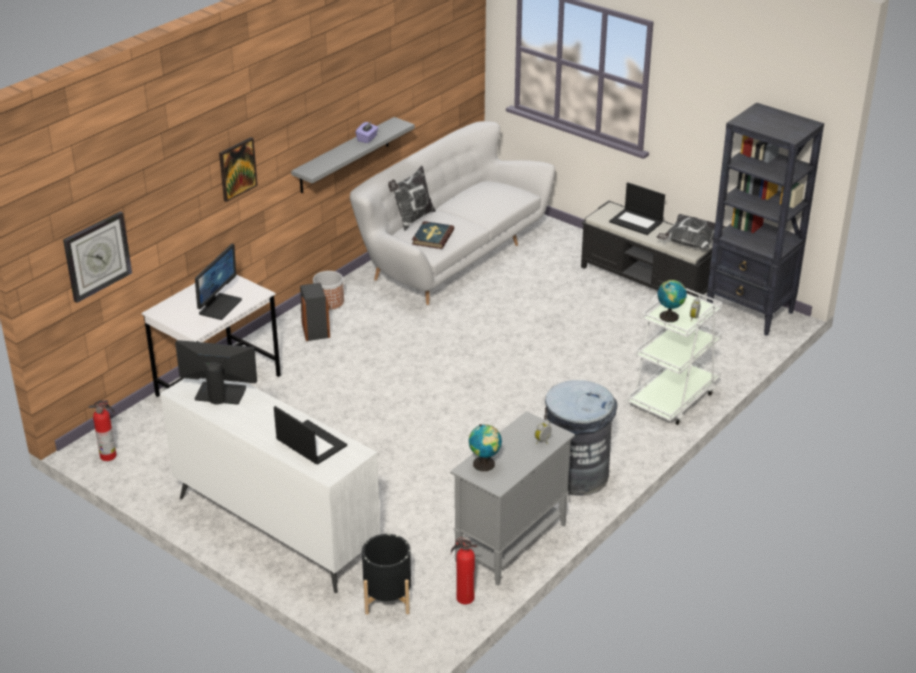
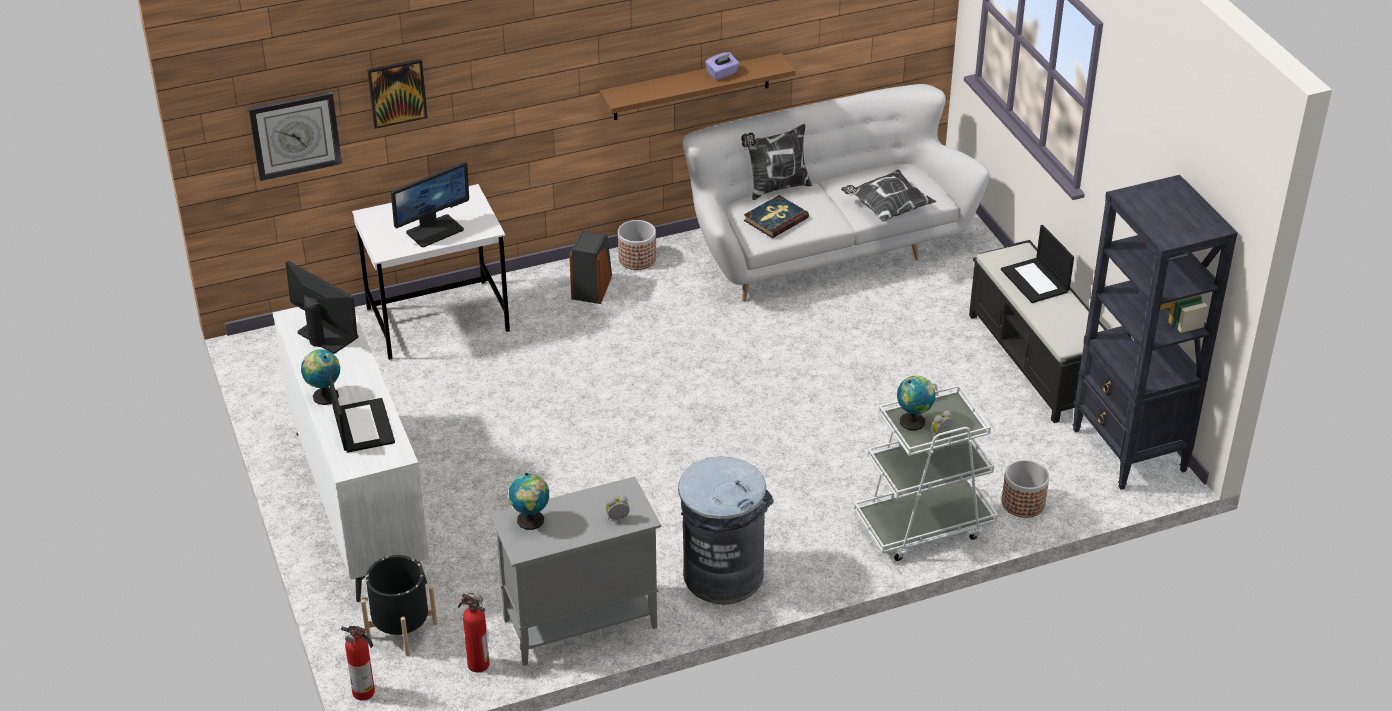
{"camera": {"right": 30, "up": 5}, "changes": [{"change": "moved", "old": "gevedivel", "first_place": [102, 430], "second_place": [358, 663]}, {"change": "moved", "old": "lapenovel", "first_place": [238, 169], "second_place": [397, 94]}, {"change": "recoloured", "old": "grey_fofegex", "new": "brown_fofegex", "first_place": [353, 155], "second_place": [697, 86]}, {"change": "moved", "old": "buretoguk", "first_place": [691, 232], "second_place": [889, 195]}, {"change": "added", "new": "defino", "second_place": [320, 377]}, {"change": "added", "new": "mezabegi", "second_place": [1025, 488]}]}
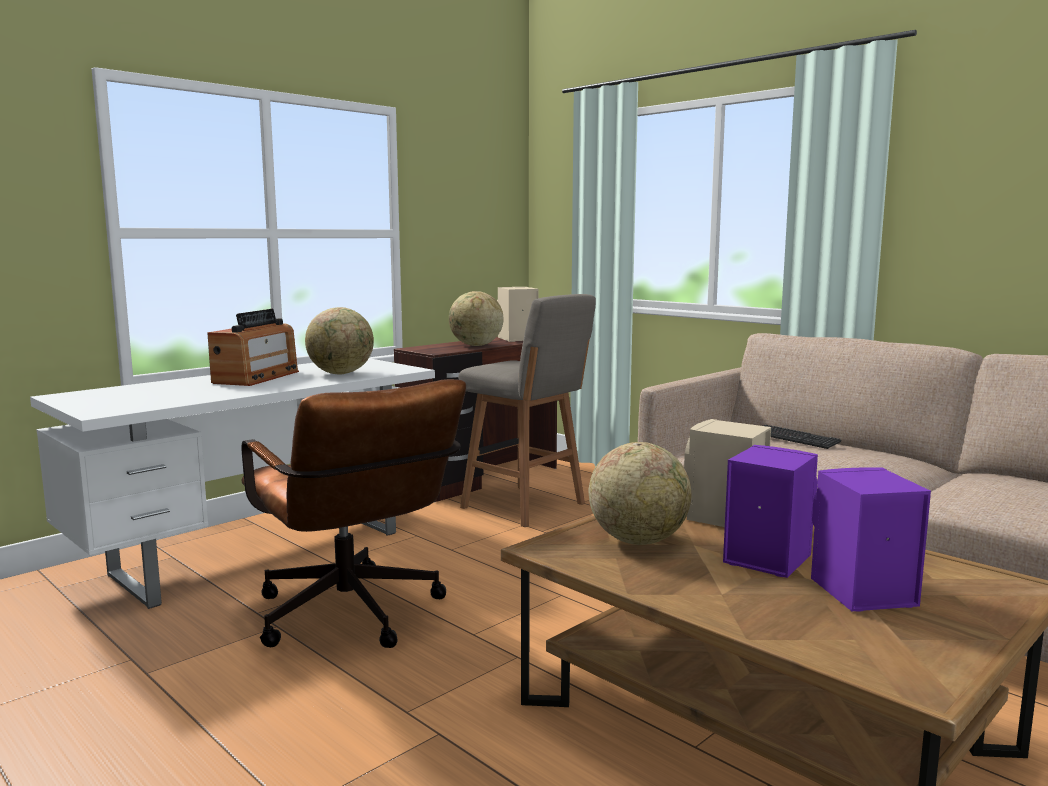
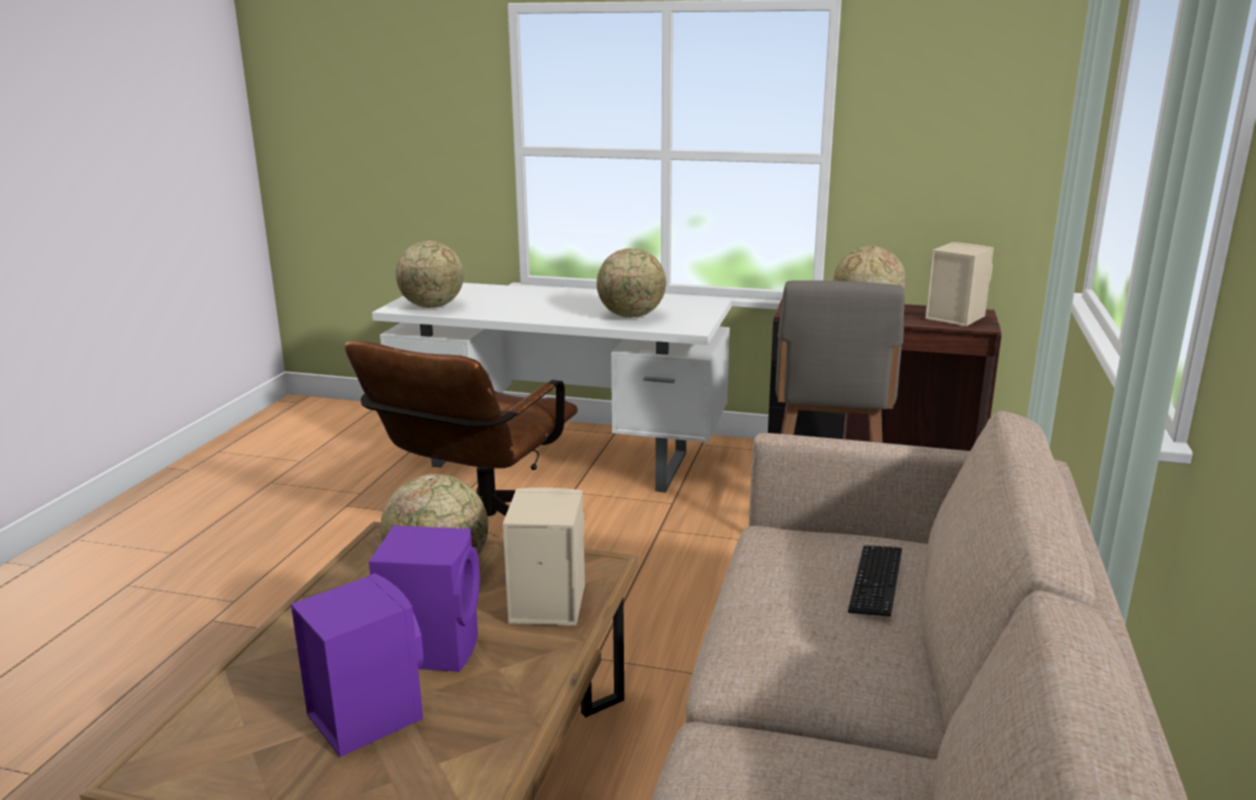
{"camera": {"right": 60, "up": 10}, "changes": [{"change": "removed", "old": "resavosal", "first_place": [253, 347]}, {"change": "added", "new": "defino", "second_place": [430, 274]}]}
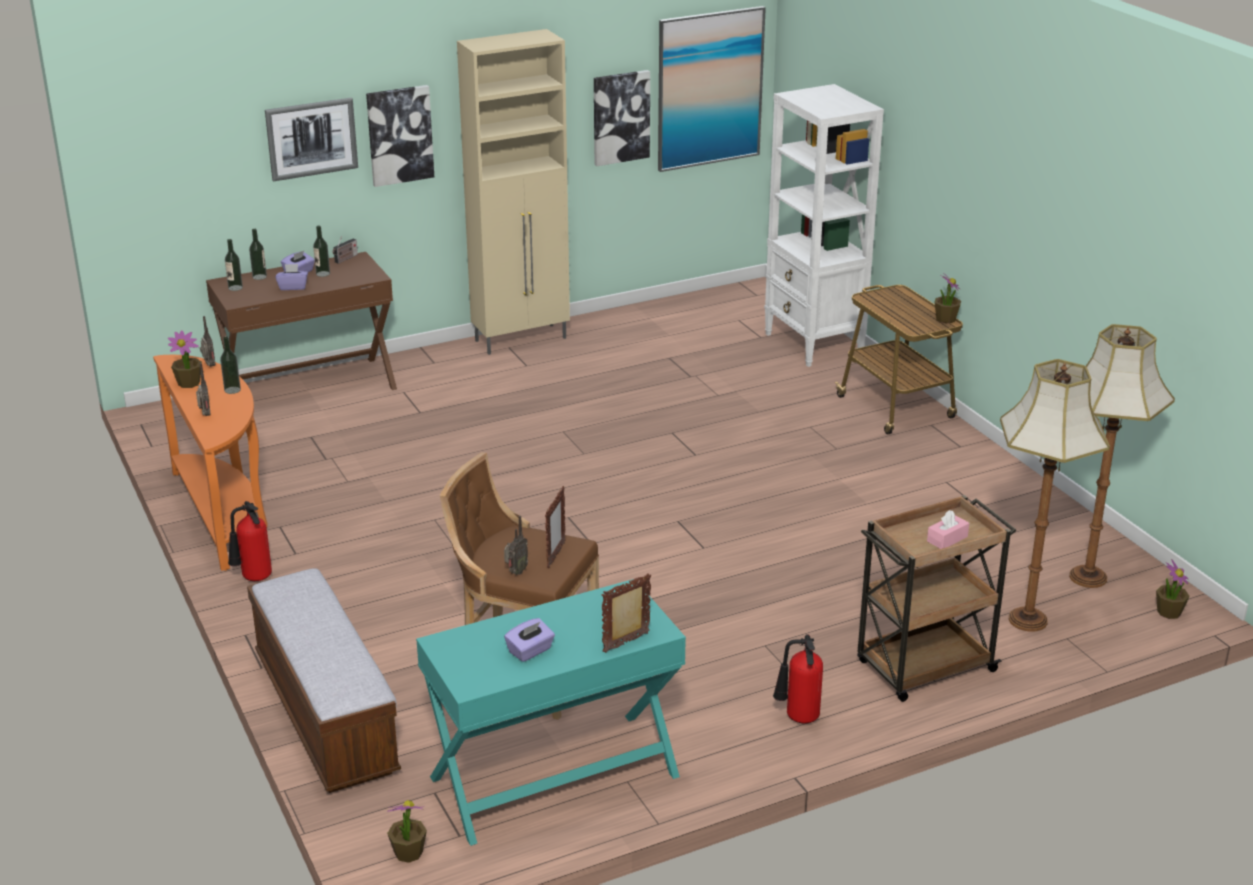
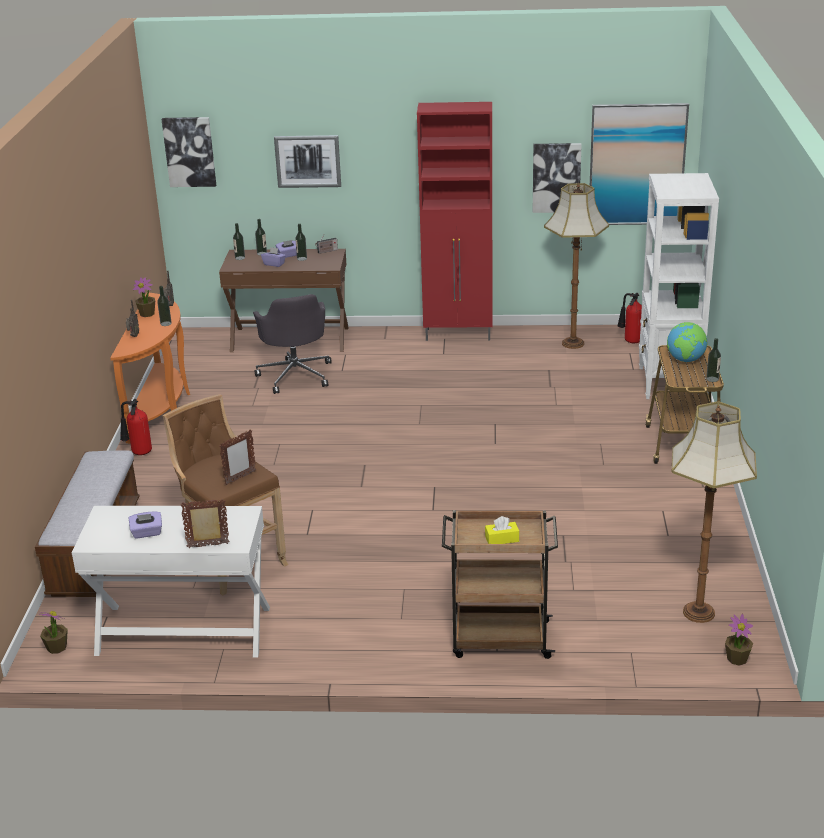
{"camera": {"right": 30, "up": 0}, "changes": [{"change": "moved", "old": "lapenovel", "first_place": [400, 136], "second_place": [188, 152]}, {"change": "recoloured", "old": "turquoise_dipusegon", "new": "white_dipusegon", "first_place": [551, 712], "second_place": [171, 582]}, {"change": "recoloured", "old": "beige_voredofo", "new": "red_voredofo", "first_place": [513, 192], "second_place": [454, 221]}, {"change": "removed", "old": "resavosal", "first_place": [516, 545]}, {"change": "moved", "old": "gevedivel", "first_place": [798, 679], "second_place": [629, 318]}, {"change": "recoloured", "old": "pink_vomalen", "new": "yellow_vomalen", "first_place": [948, 529], "second_place": [502, 530]}, {"change": "replaced", "old": "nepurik", "new": "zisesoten", "first_place": [947, 298], "second_place": [713, 360]}, {"change": "moved", "old": "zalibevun", "first_place": [1055, 495], "second_place": [576, 266]}, {"change": "added", "new": "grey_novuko", "second_place": [292, 344]}, {"change": "added", "new": "defino", "second_place": [687, 342]}]}
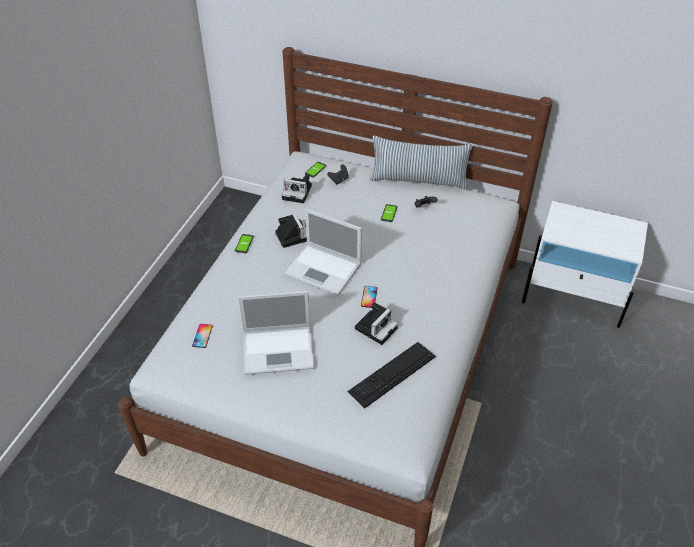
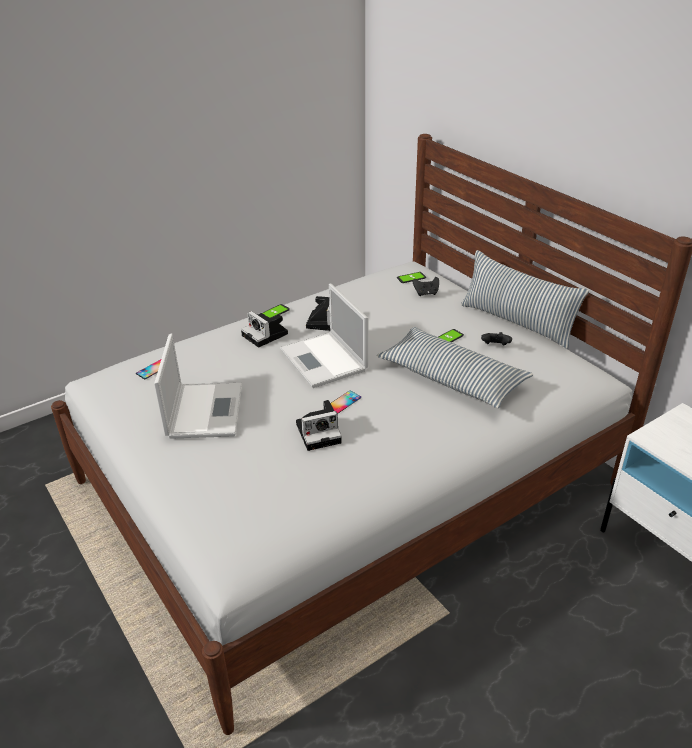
{"camera": {"right": 35, "up": -10}, "changes": [{"change": "turned", "old": "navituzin", "first_place": [276, 332], "second_place": [198, 386], "degrees": -120}, {"change": "moved", "old": "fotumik", "first_place": [297, 188], "second_place": [264, 329]}, {"change": "removed", "old": "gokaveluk", "first_place": [391, 375]}, {"change": "added", "new": "buretoguk", "second_place": [455, 367]}]}
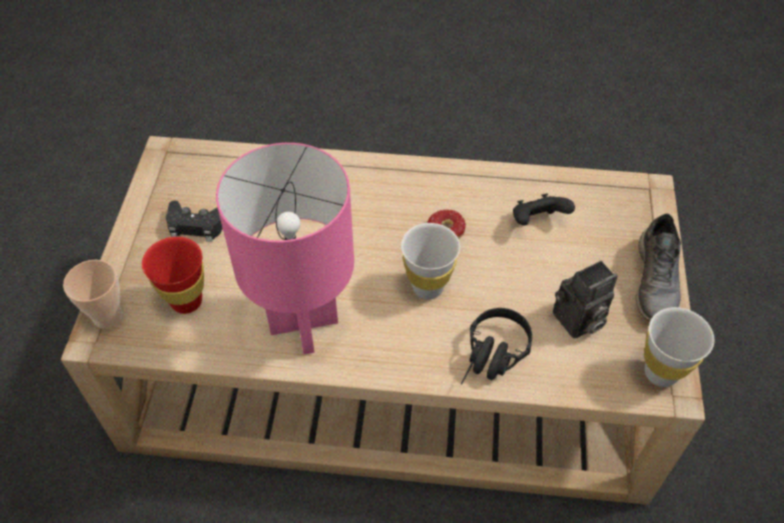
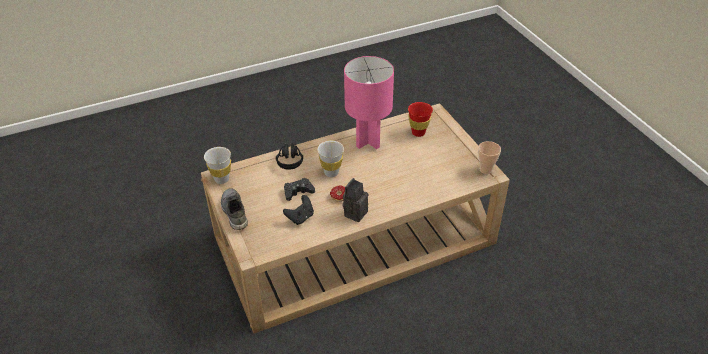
{"camera": {"right": 150, "up": -10}, "changes": [{"change": "moved", "old": "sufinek", "first_place": [92, 294], "second_place": [489, 157]}, {"change": "moved", "old": "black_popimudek", "first_place": [194, 221], "second_place": [299, 189]}, {"change": "moved", "old": "fotumik", "first_place": [585, 300], "second_place": [355, 200]}]}
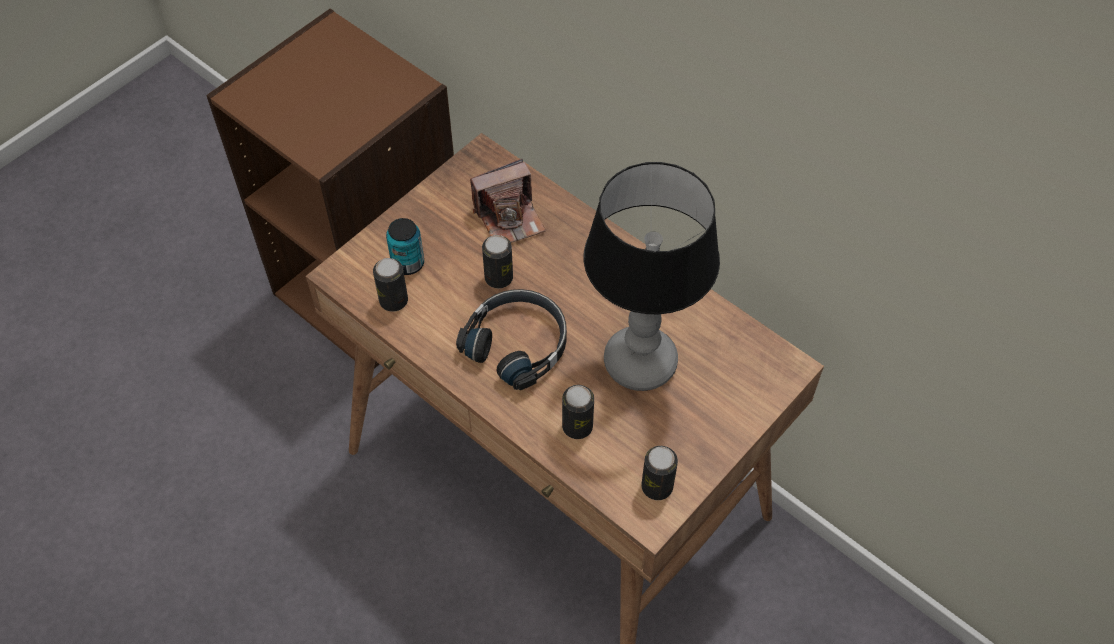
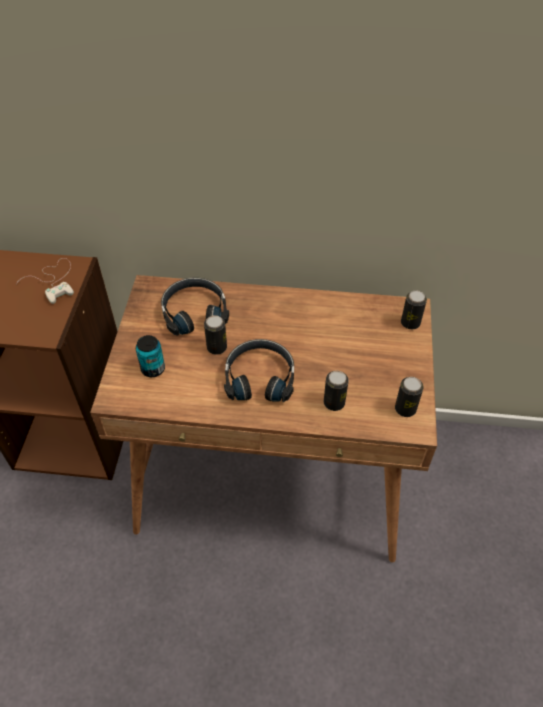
{"camera": {"right": -35, "up": -5}, "changes": [{"change": "moved", "old": "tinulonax", "first_place": [390, 285], "second_place": [414, 310]}, {"change": "replaced", "old": "fotumik", "new": "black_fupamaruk", "first_place": [508, 201], "second_place": [195, 307]}, {"change": "removed", "old": "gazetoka", "first_place": [652, 276]}, {"change": "added", "new": "white_popimudek", "second_place": [45, 281]}]}
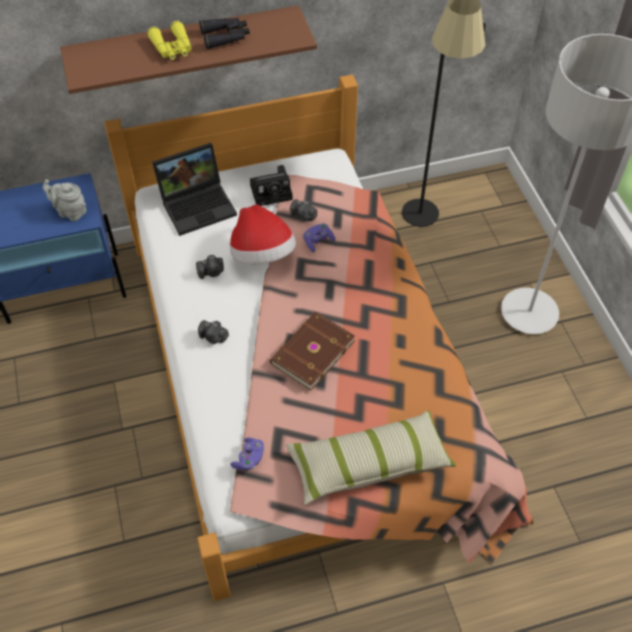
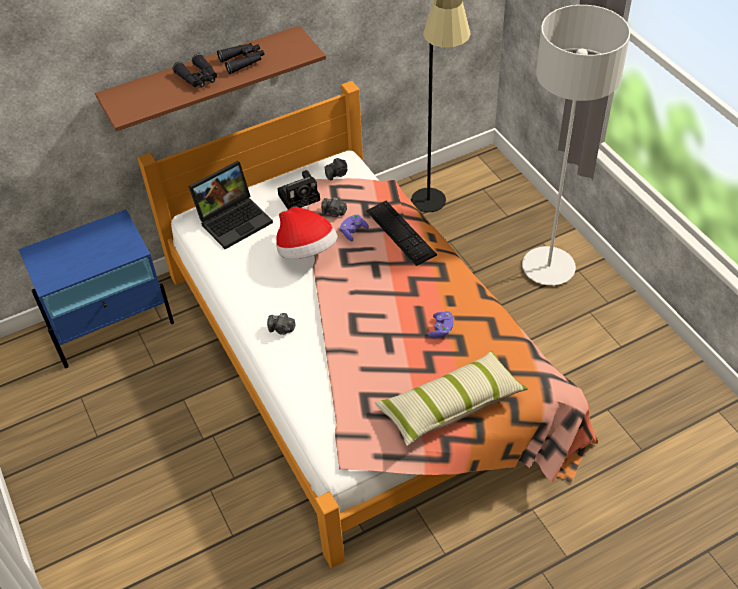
{"camera": {"right": -10, "up": -5}, "changes": [{"change": "removed", "old": "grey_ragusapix", "first_place": [65, 200]}, {"change": "recoloured", "old": "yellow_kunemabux", "new": "black_kunemabux", "first_place": [169, 40], "second_place": [195, 70]}, {"change": "moved", "old": "fotumik", "first_place": [210, 267], "second_place": [336, 169]}, {"change": "moved", "old": "purple_popimudek", "first_place": [247, 454], "second_place": [441, 324]}, {"change": "removed", "old": "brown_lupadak", "first_place": [312, 351]}, {"change": "added", "new": "gokaveluk", "second_place": [401, 233]}]}
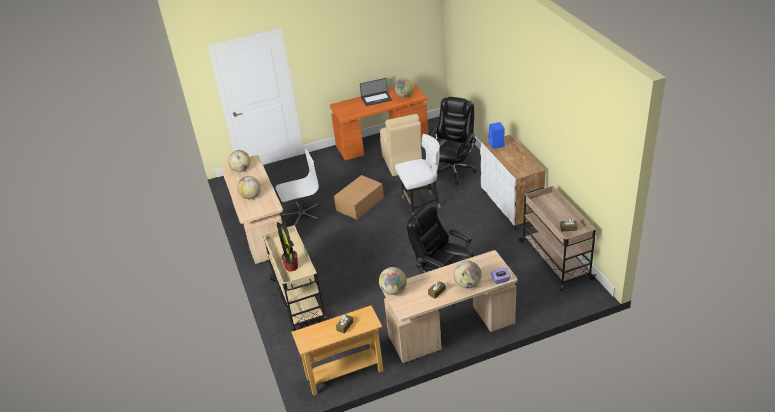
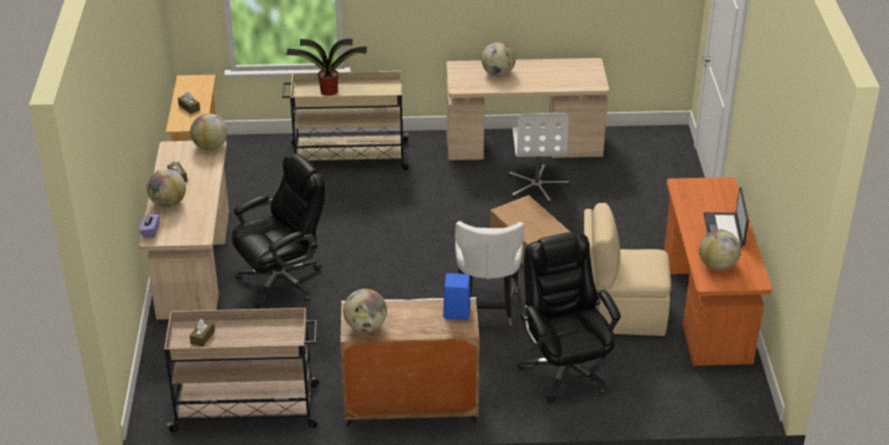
{"camera": {"right": 105, "up": 0}, "changes": [{"change": "moved", "old": "defino", "first_place": [239, 161], "second_place": [365, 311]}, {"change": "turned", "old": "black_novuko", "first_place": [452, 141], "second_place": [569, 317], "degrees": -150}]}
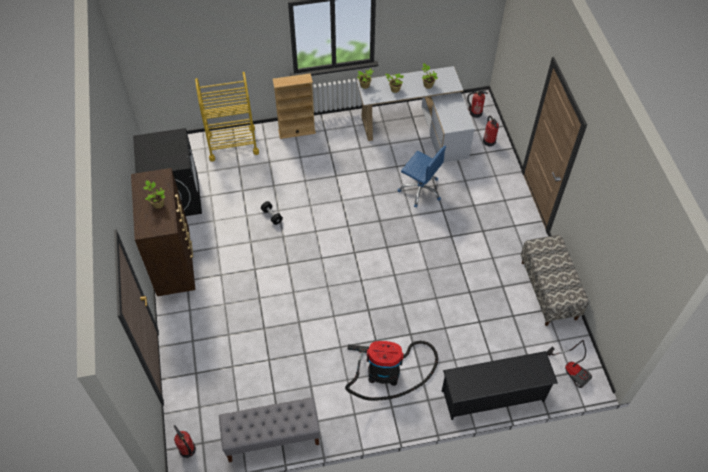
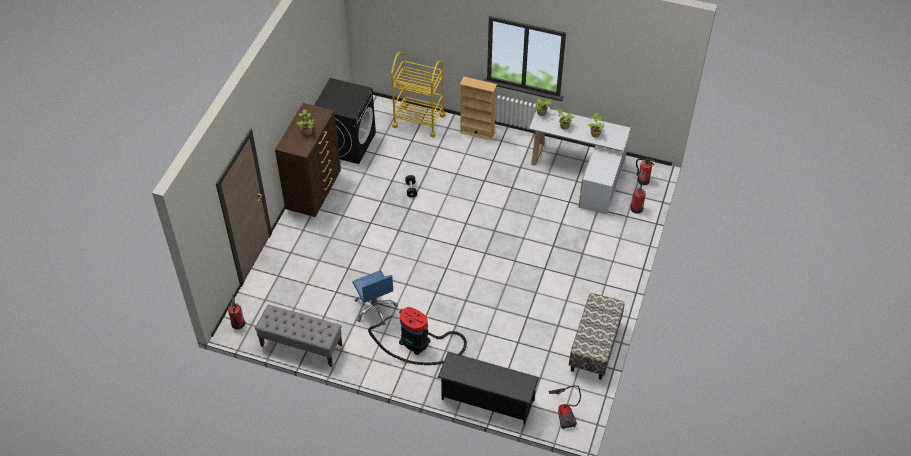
{"camera": {"right": 30, "up": -5}, "changes": [{"change": "moved", "old": "blue_novuko", "first_place": [422, 177], "second_place": [375, 297]}]}
